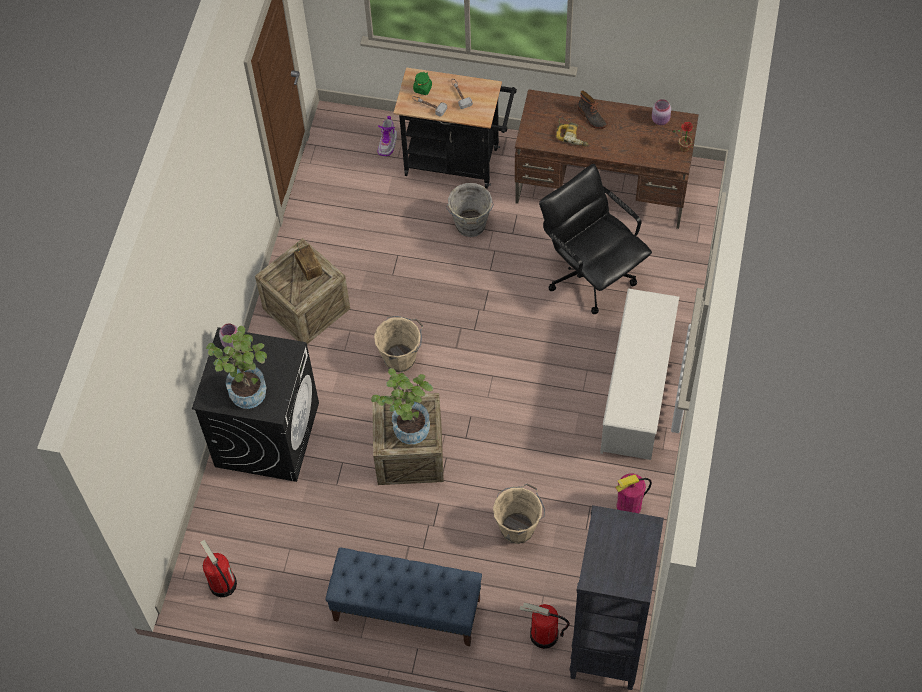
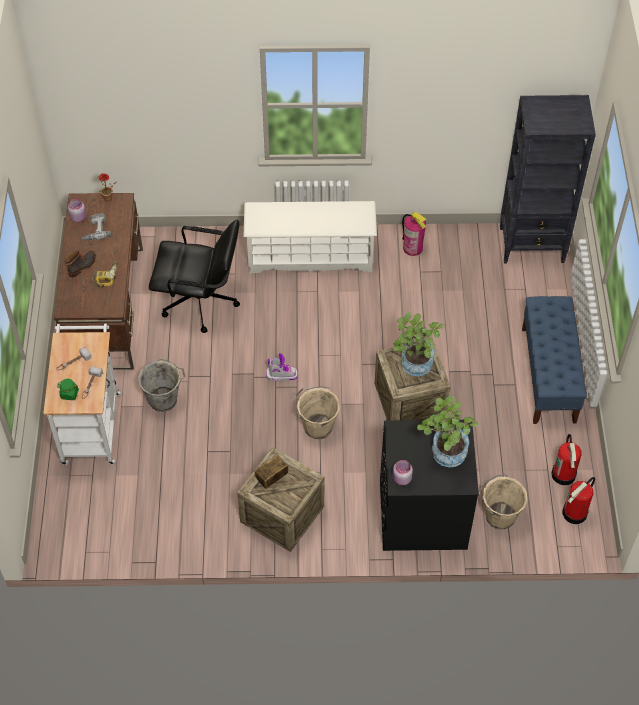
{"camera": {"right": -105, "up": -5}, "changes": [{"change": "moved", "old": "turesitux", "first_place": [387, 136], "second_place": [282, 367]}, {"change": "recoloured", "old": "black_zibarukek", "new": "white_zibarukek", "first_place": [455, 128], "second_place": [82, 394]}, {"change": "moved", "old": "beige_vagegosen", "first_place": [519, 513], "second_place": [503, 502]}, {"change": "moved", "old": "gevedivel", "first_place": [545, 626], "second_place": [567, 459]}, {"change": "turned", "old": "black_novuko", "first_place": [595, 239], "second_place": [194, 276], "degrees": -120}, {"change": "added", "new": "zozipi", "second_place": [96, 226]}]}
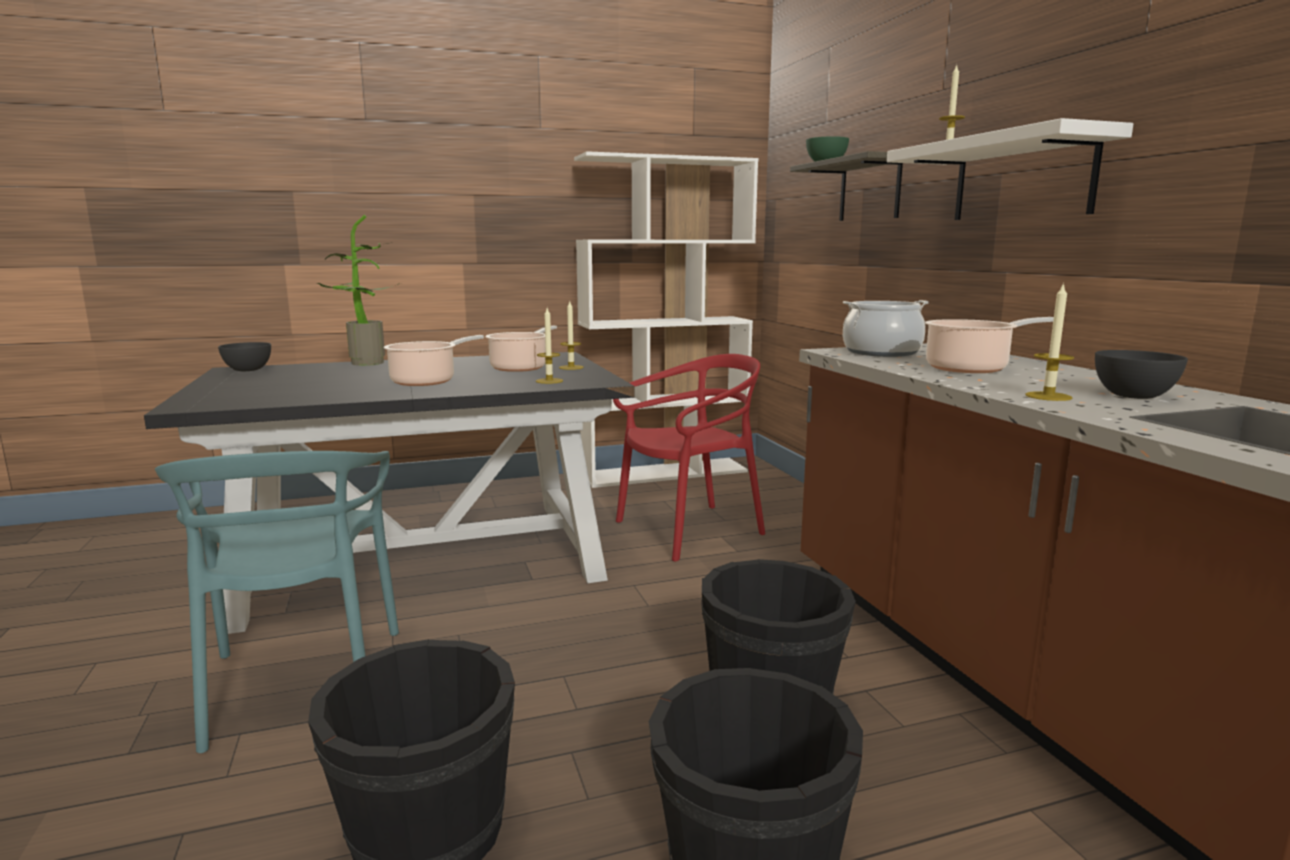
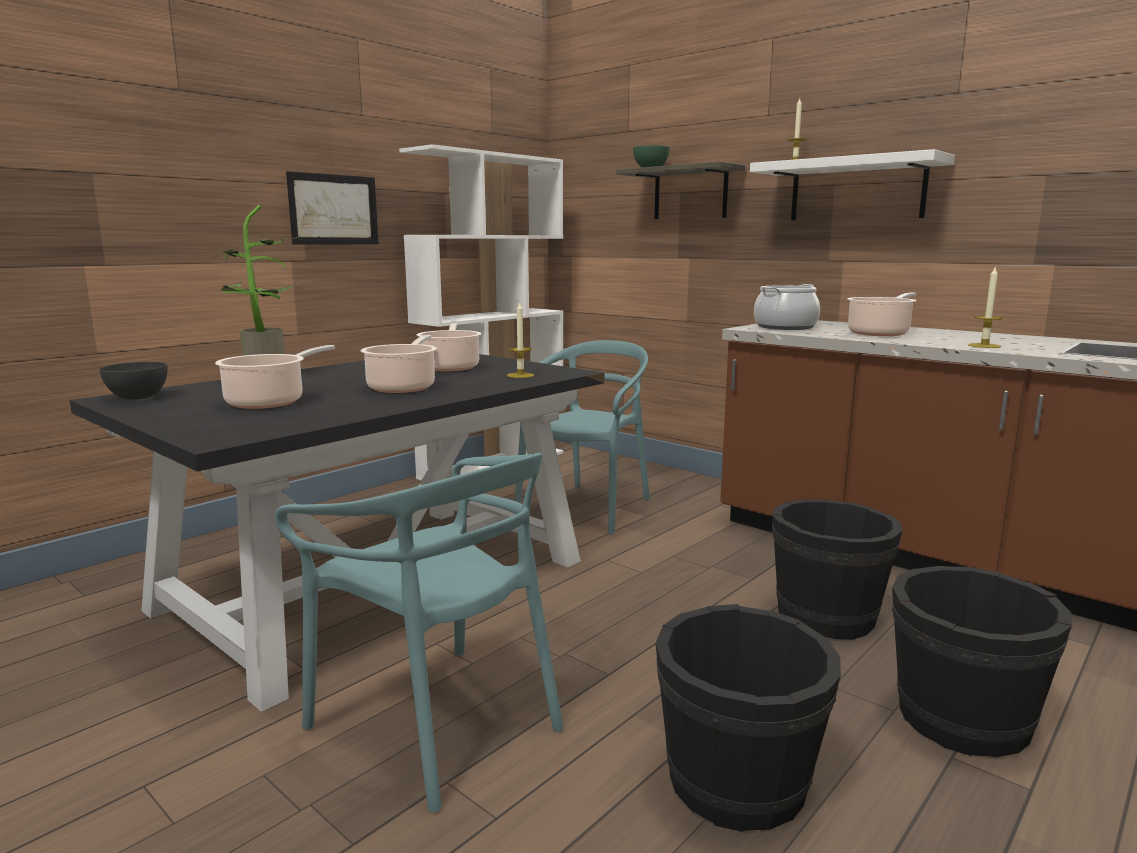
{"camera": {"right": -30, "up": 0}, "changes": [{"change": "removed", "old": "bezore", "first_place": [571, 336]}, {"change": "recoloured", "old": "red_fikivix", "new": "turquoise_fikivix", "first_place": [689, 457], "second_place": [582, 437]}, {"change": "removed", "old": "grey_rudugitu", "first_place": [1141, 374]}, {"change": "added", "new": "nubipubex", "second_place": [275, 377]}, {"change": "added", "new": "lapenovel", "second_place": [332, 208]}]}
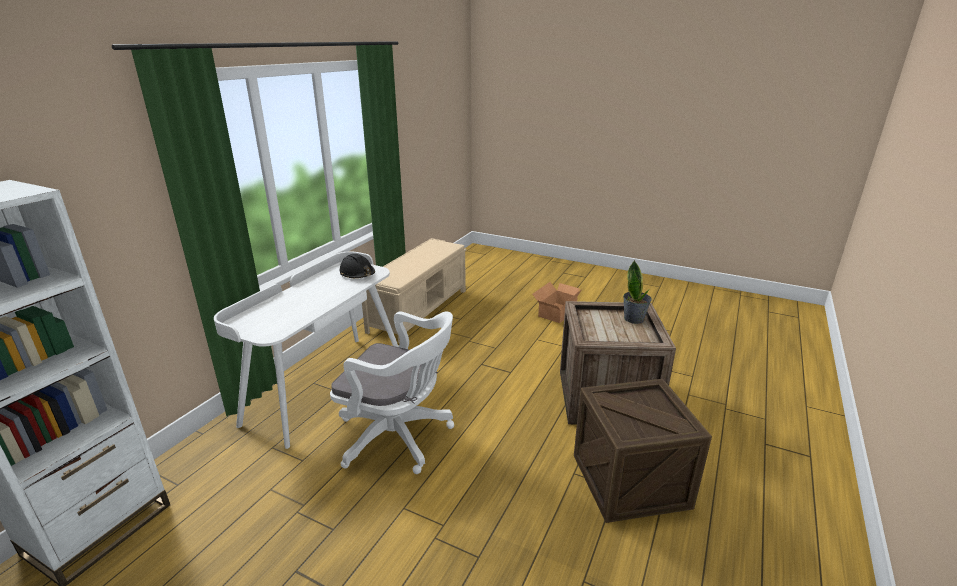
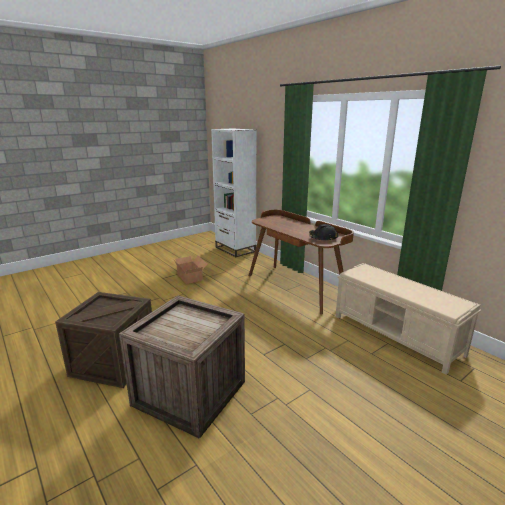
{"camera": {"right": 115, "up": -5}, "changes": [{"change": "recoloured", "old": "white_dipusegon", "new": "brown_dipusegon", "first_place": [306, 350], "second_place": [301, 262]}, {"change": "removed", "old": "white_novuko", "first_place": [392, 392]}, {"change": "moved", "old": "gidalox", "first_place": [557, 302], "second_place": [190, 270]}, {"change": "removed", "old": "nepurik", "first_place": [637, 292]}]}
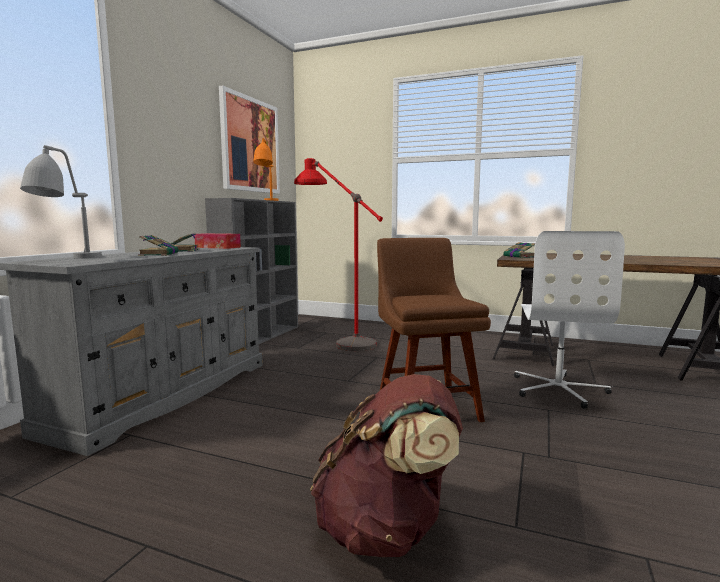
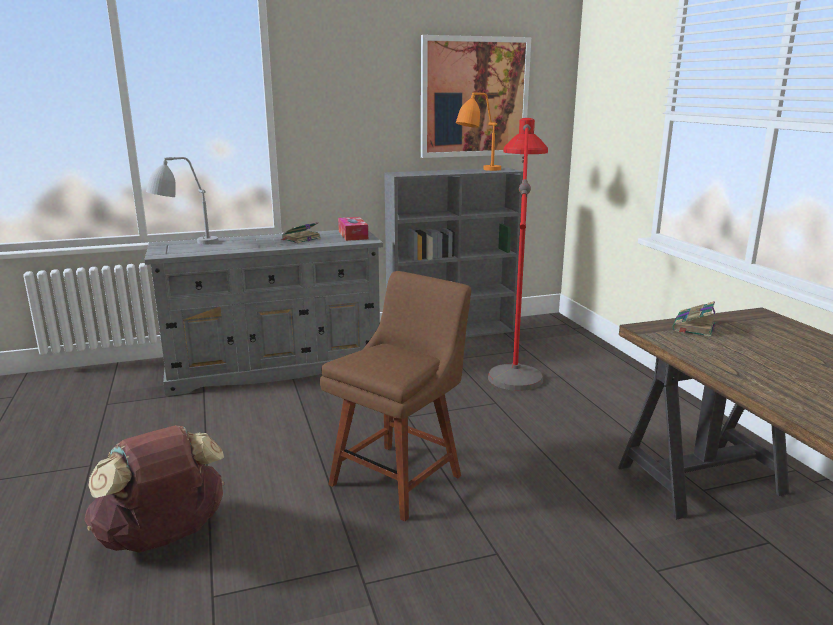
{"camera": {"right": 50, "up": 10}, "changes": [{"change": "removed", "old": "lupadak", "first_place": [158, 245]}, {"change": "removed", "old": "white_novuko", "first_place": [569, 320]}]}
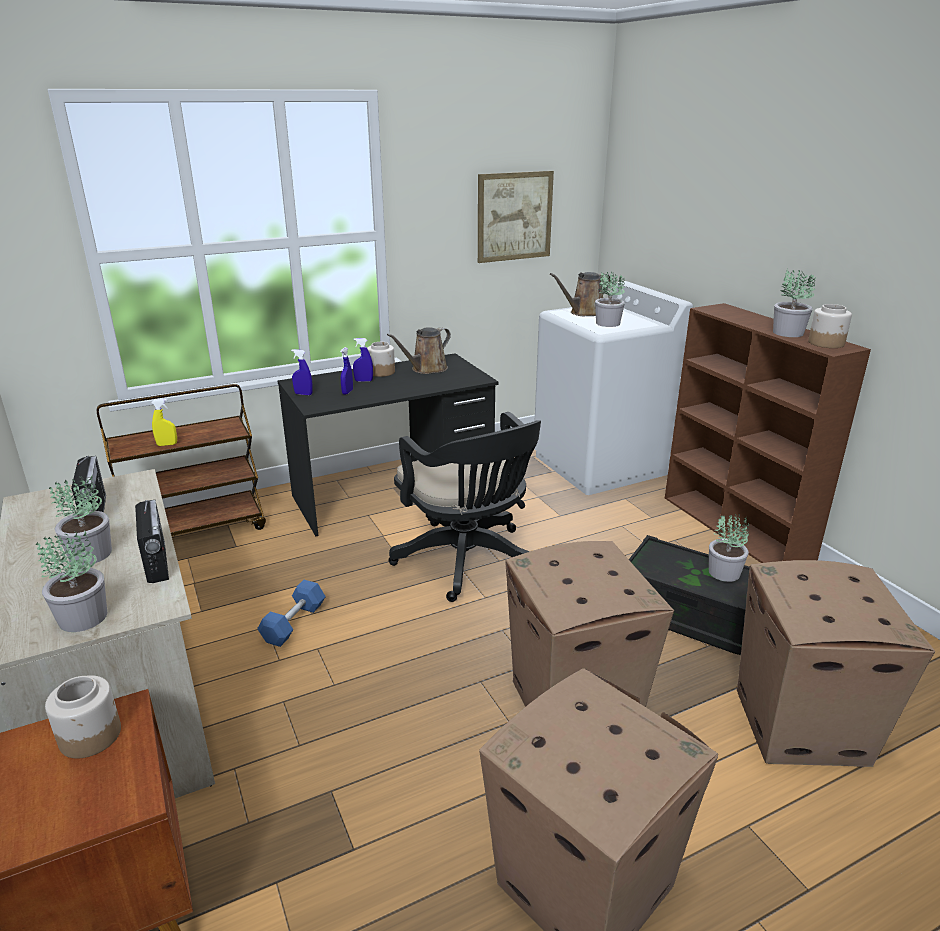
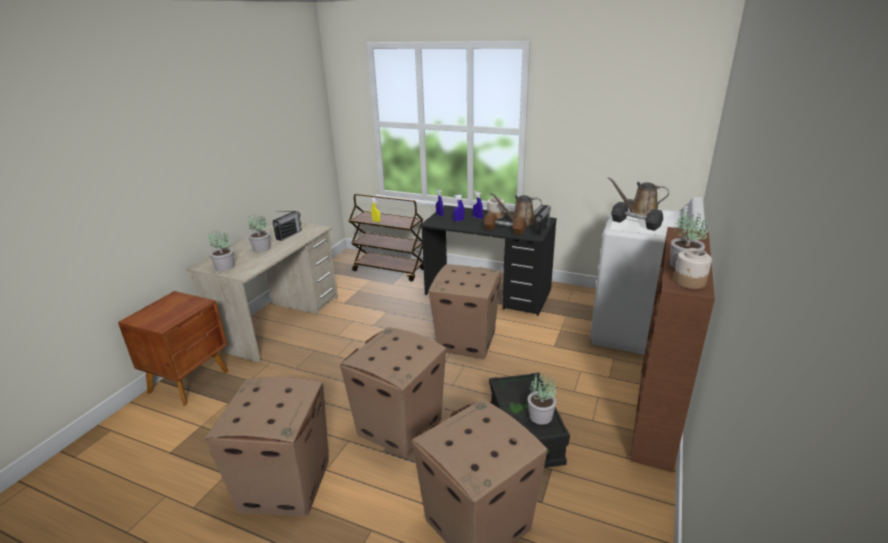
{"camera": {"right": 50, "up": 0}, "changes": [{"change": "removed", "old": "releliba", "first_place": [83, 717]}, {"change": "moved", "old": "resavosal", "first_place": [152, 541], "second_place": [542, 220]}, {"change": "removed", "old": "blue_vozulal", "first_place": [291, 613]}, {"change": "replaced", "old": "black_novuko", "new": "gidalox", "first_place": [465, 507], "second_place": [465, 311]}, {"change": "removed", "old": "lapenovel", "first_place": [516, 217]}, {"change": "replaced", "old": "nepurik", "new": "grey_vozulal", "first_place": [610, 299], "second_place": [637, 216]}, {"change": "added", "new": "brown_vozulal", "second_place": [505, 223]}]}
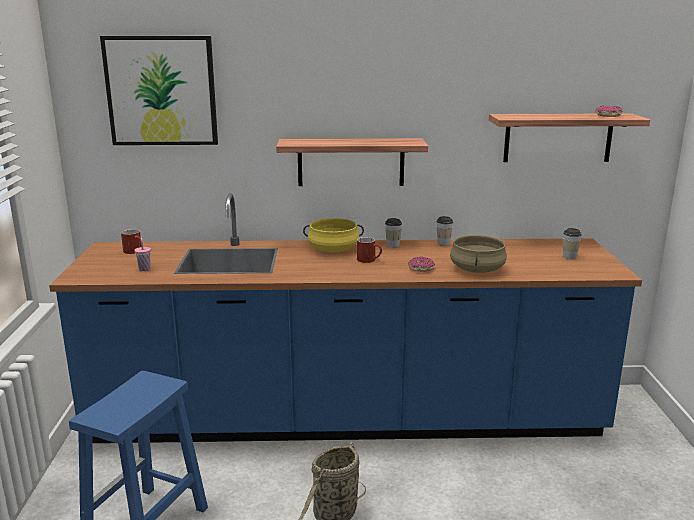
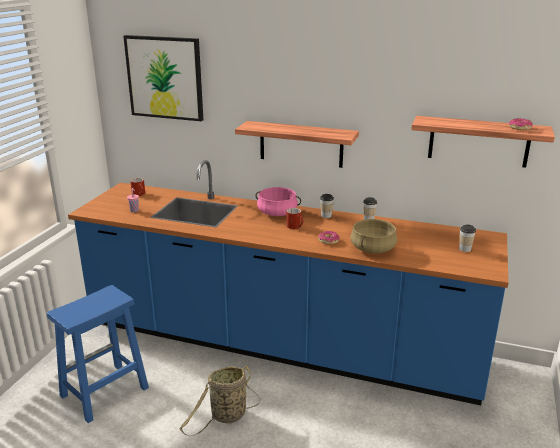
{"camera": {"right": 20, "up": 5}, "changes": [{"change": "recoloured", "old": "yellow_nubipubex", "new": "pink_nubipubex", "first_place": [333, 235], "second_place": [278, 201]}]}
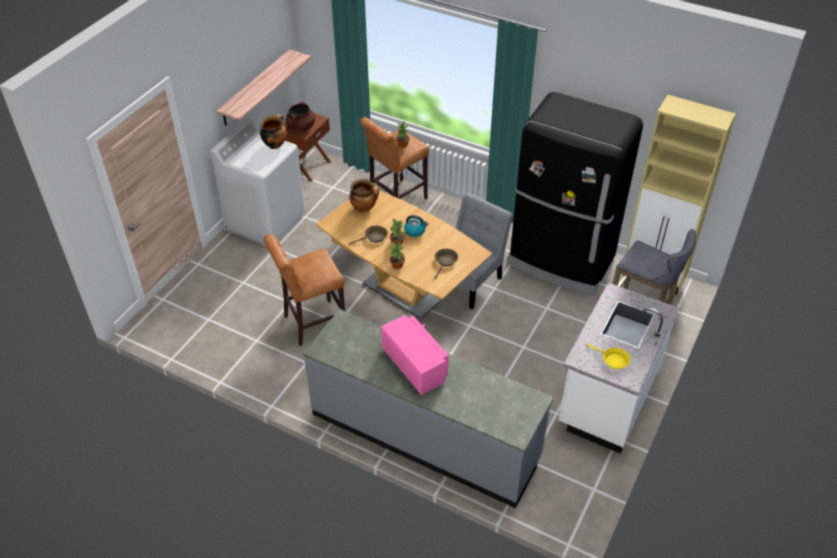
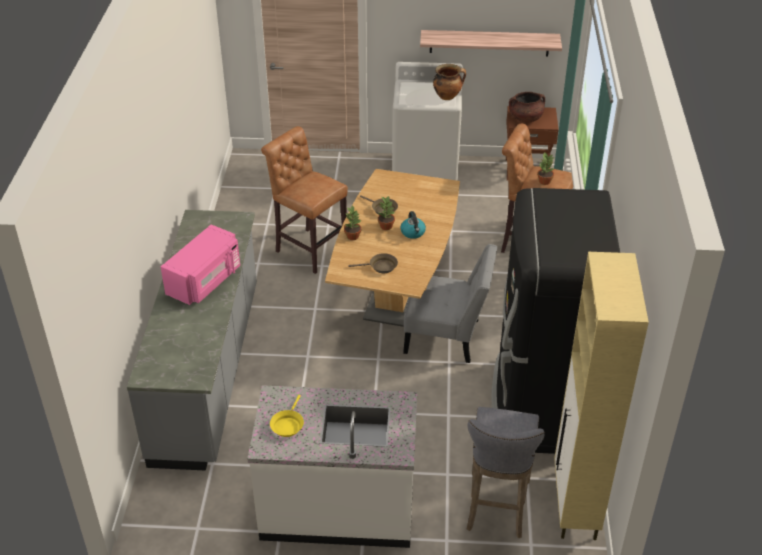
{"camera": {"right": 65, "up": -5}, "changes": [{"change": "removed", "old": "nubipubex", "first_place": [364, 196]}]}
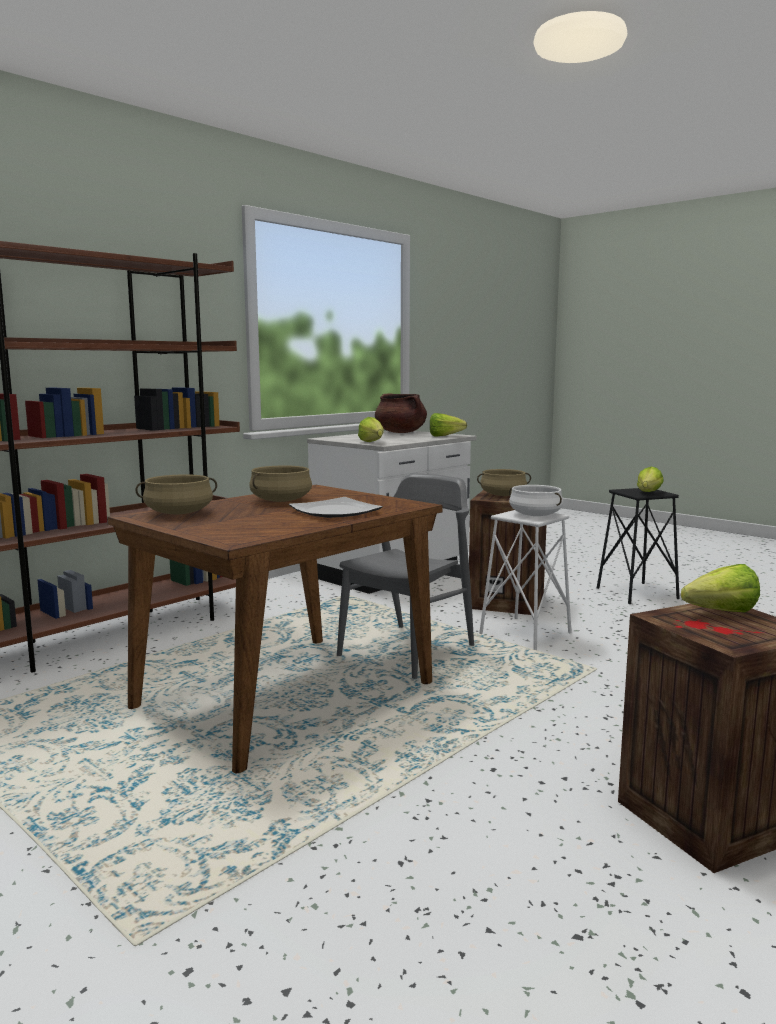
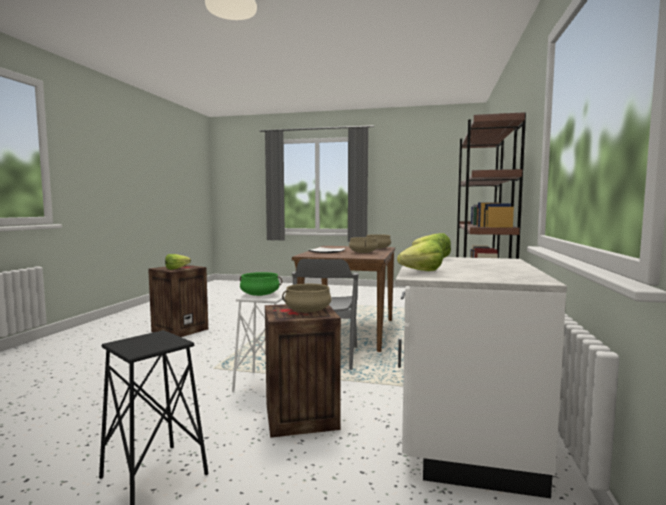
{"camera": {"right": 150, "up": -5}, "changes": [{"change": "removed", "old": "brown_nubipubex", "first_place": [401, 413]}, {"change": "recoloured", "old": "white_nubipubex", "new": "green_nubipubex", "first_place": [536, 500], "second_place": [261, 284]}, {"change": "removed", "old": "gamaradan", "first_place": [650, 479]}]}
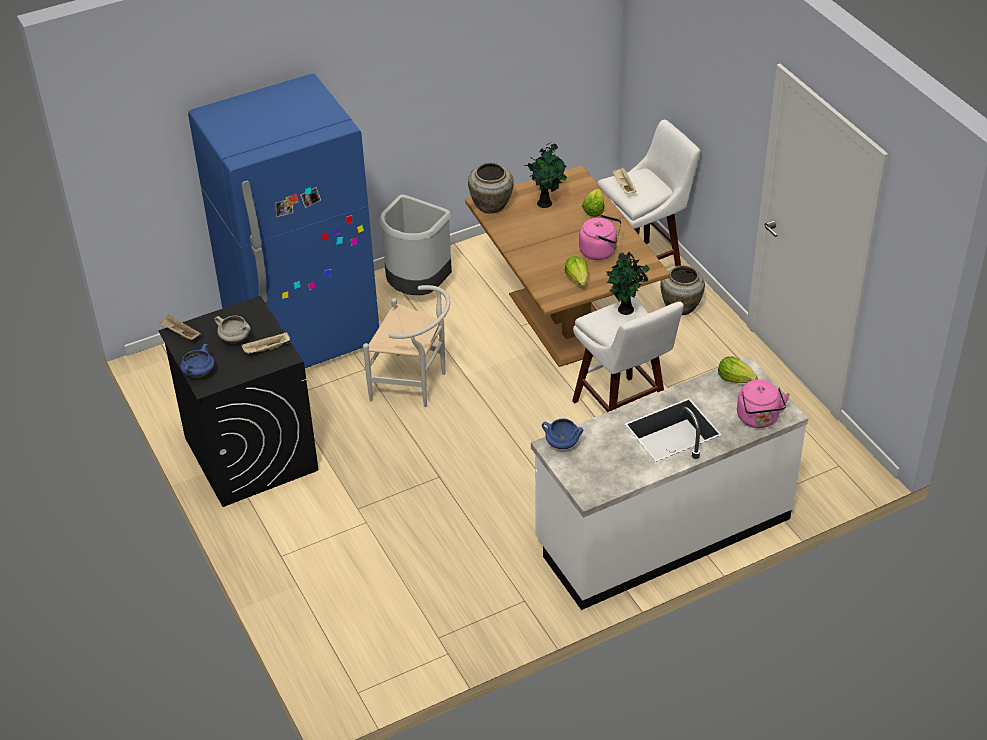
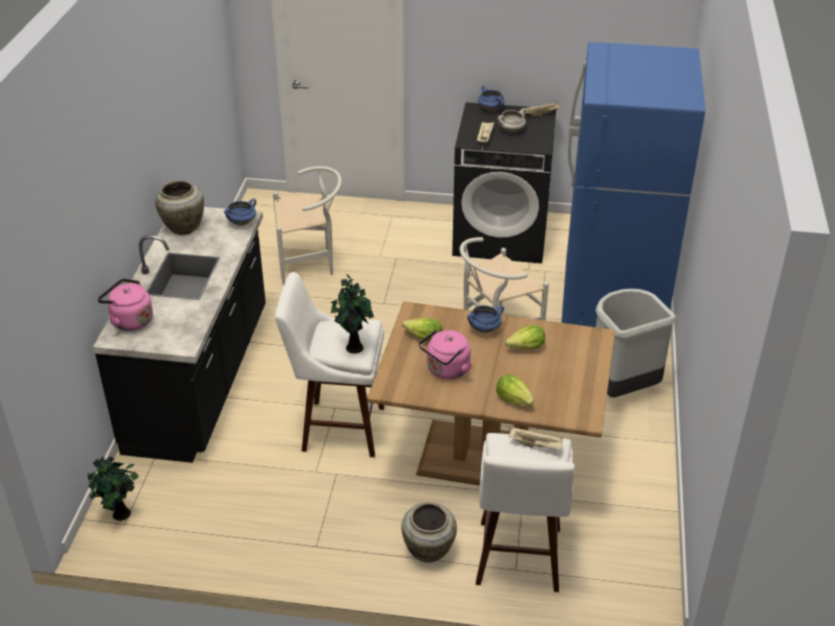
{"camera": {"right": 125, "up": -5}, "changes": [{"change": "moved", "old": "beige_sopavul", "first_place": [491, 188], "second_place": [179, 208]}, {"change": "moved", "old": "nepurik", "first_place": [546, 175], "second_place": [113, 488]}, {"change": "recoloured", "old": "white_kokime", "new": "black_kokime", "first_place": [669, 483], "second_place": [179, 335]}, {"change": "moved", "old": "gamaradan", "first_place": [738, 369], "second_place": [525, 337]}, {"change": "added", "new": "white_fikivix", "second_place": [307, 225]}, {"change": "added", "new": "blue_nubipubex", "second_place": [485, 319]}]}
